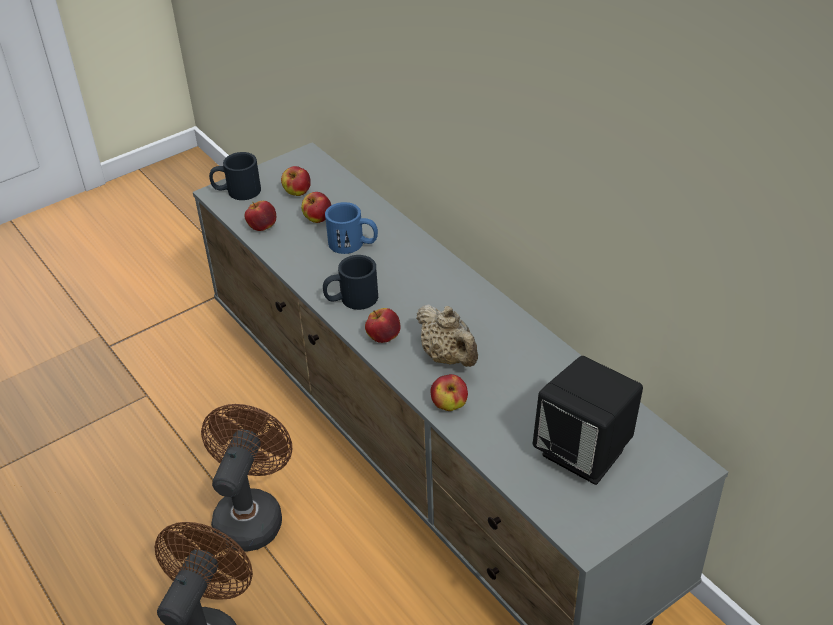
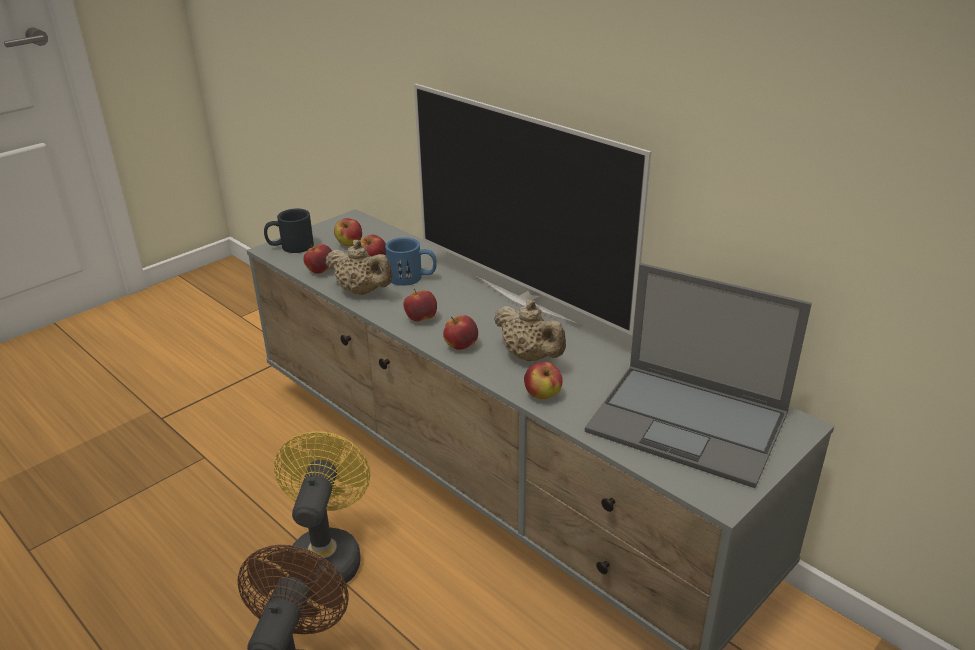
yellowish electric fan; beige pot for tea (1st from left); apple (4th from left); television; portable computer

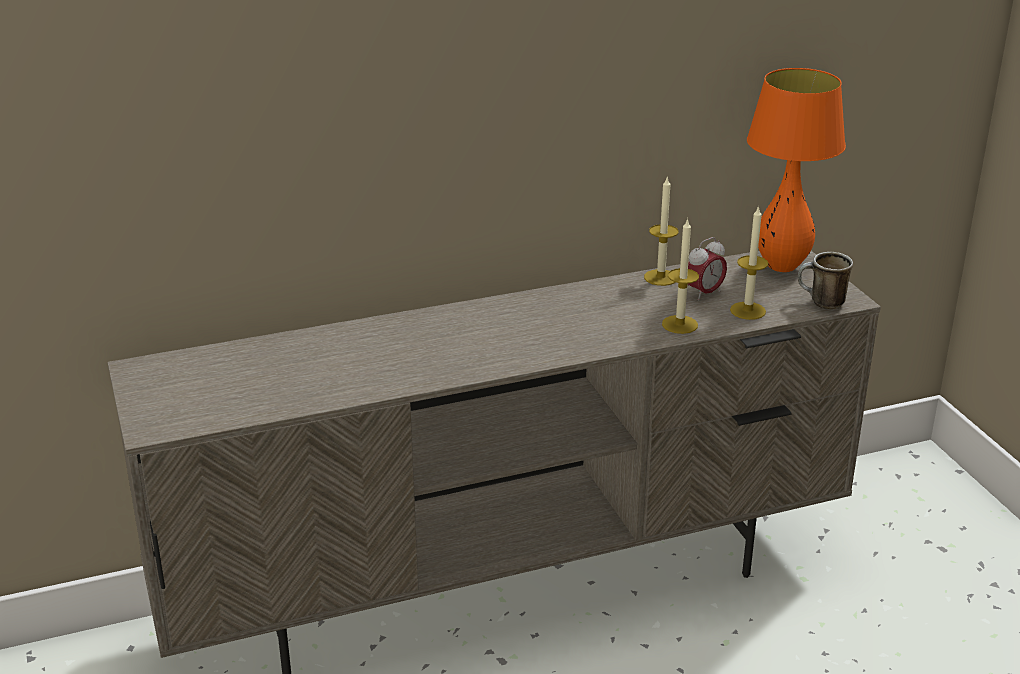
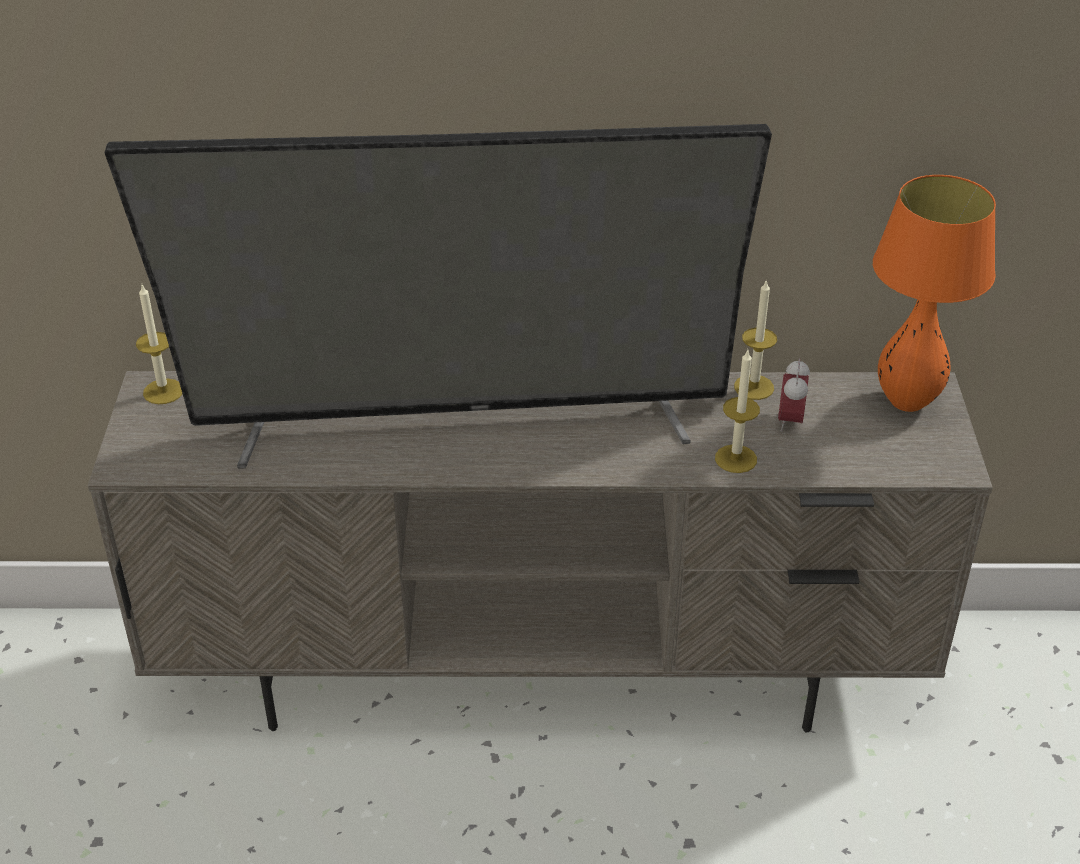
television; wax candle (1st from left); alarm clock; tea mug

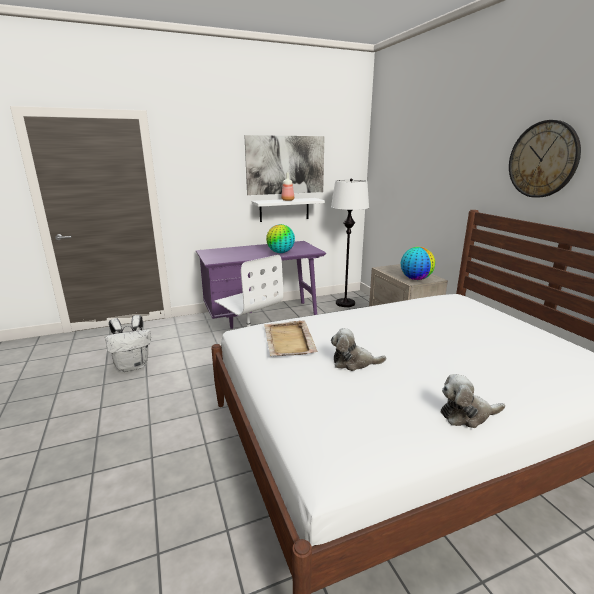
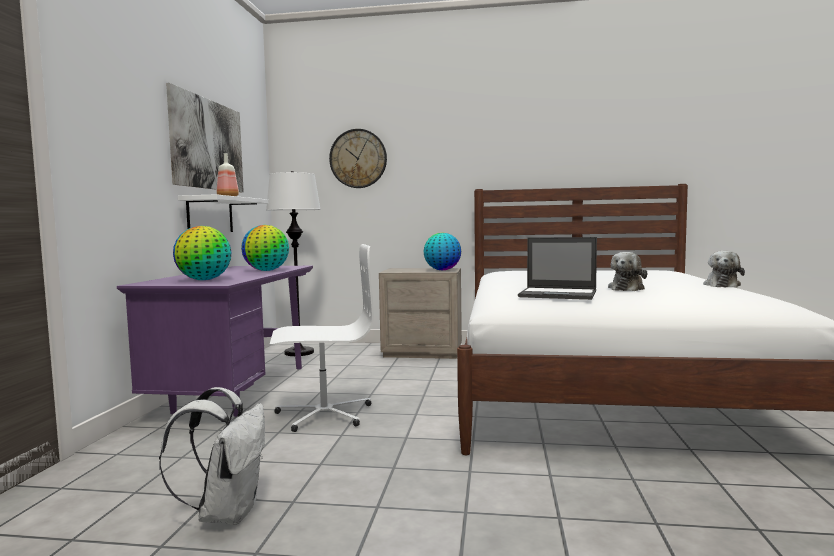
globe (1st from left); wall clock; portable computer

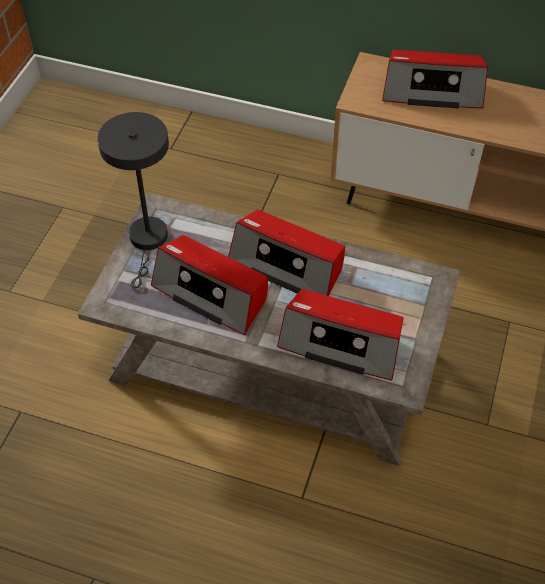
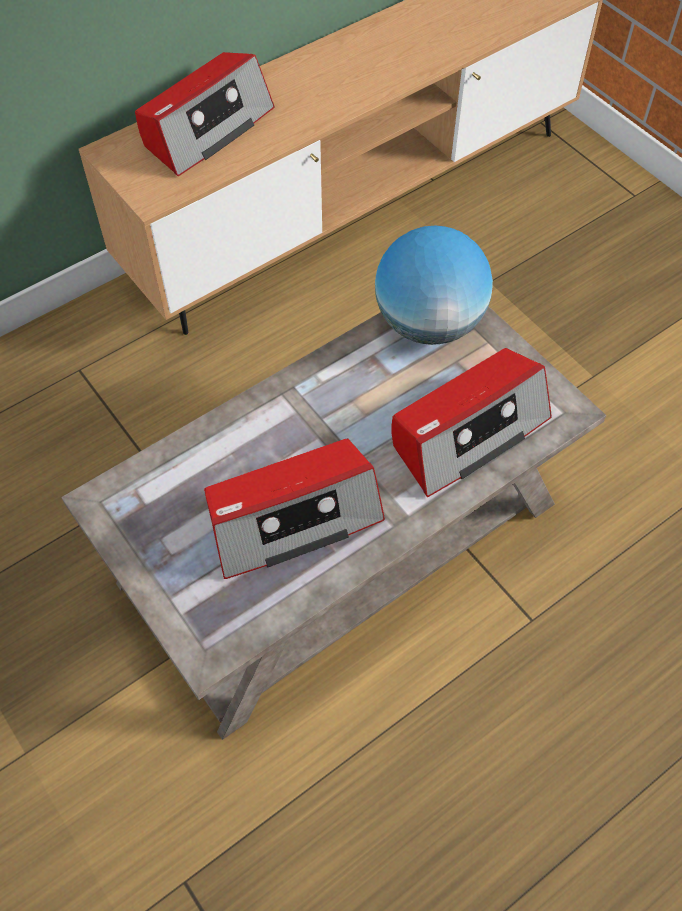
globe; greyish tabletop lamp; radio (2nd from left in the first image)

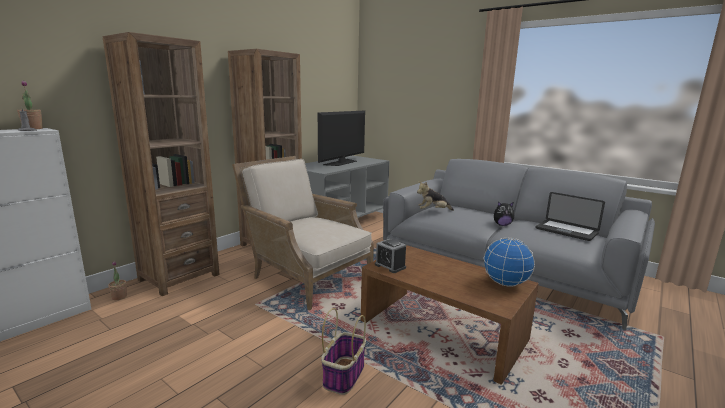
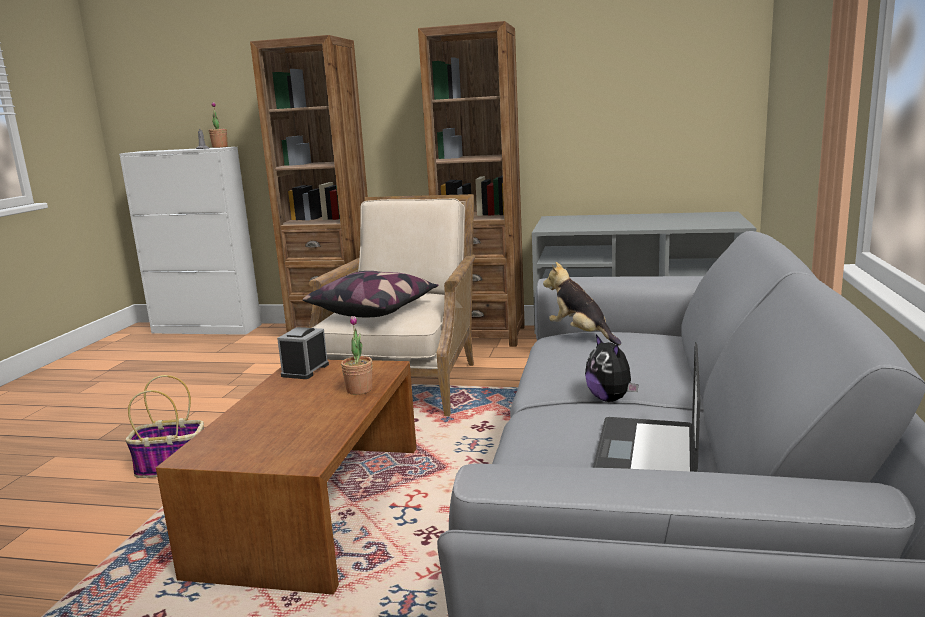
pillow; houseplant (2nd from left); television; globe

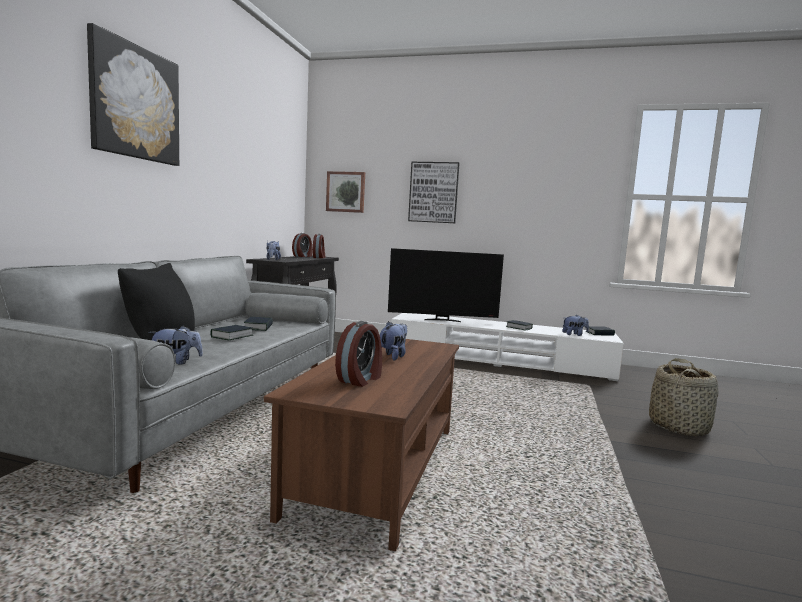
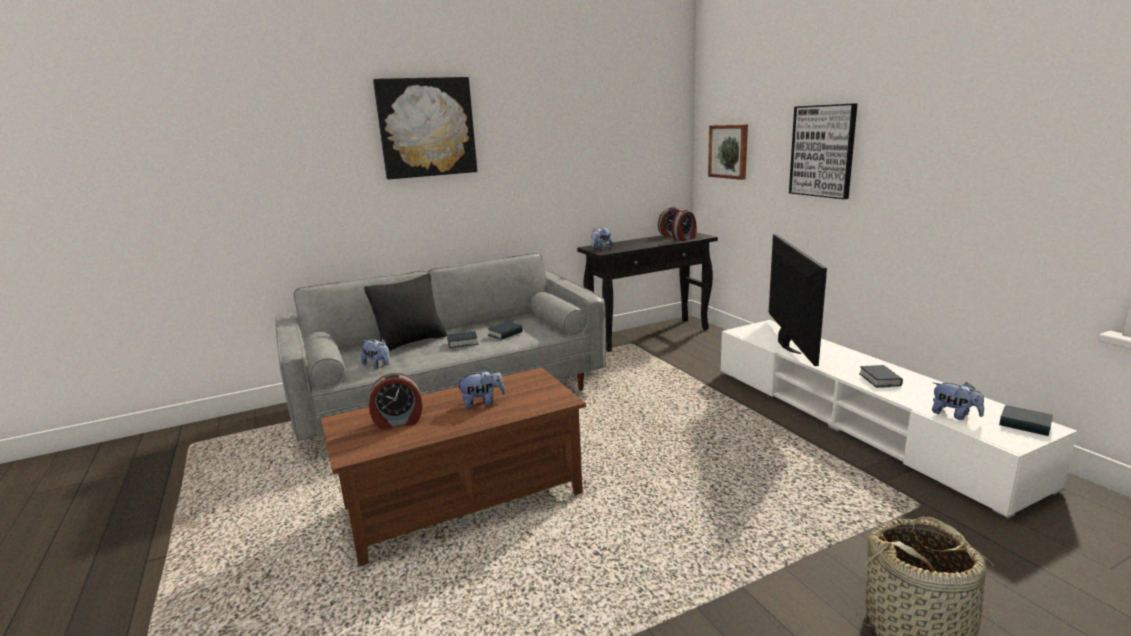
television

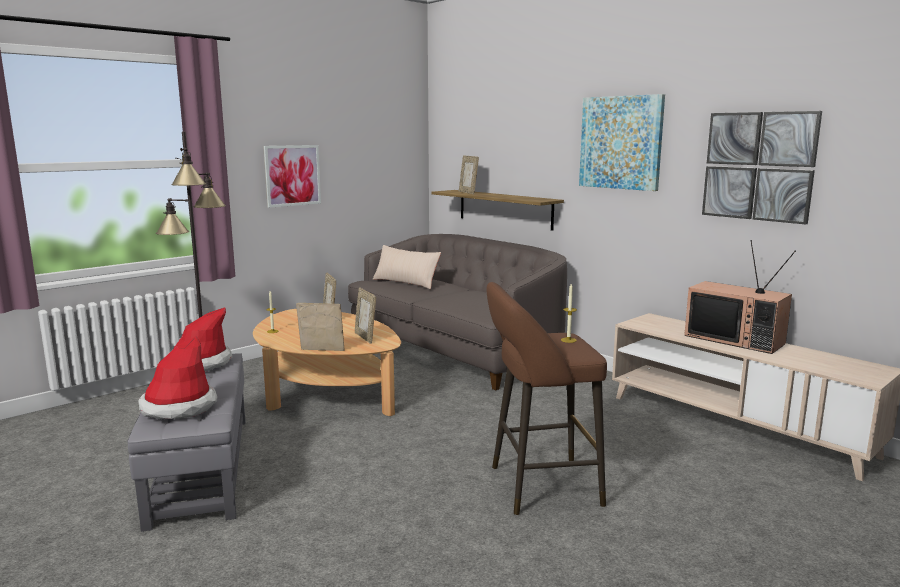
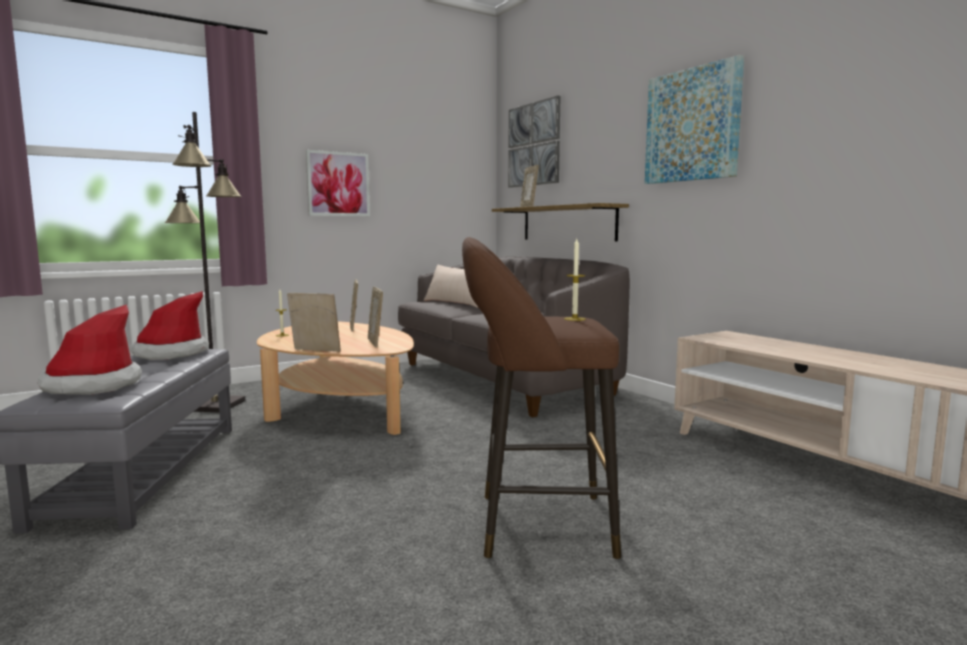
wall art (2nd from left); television

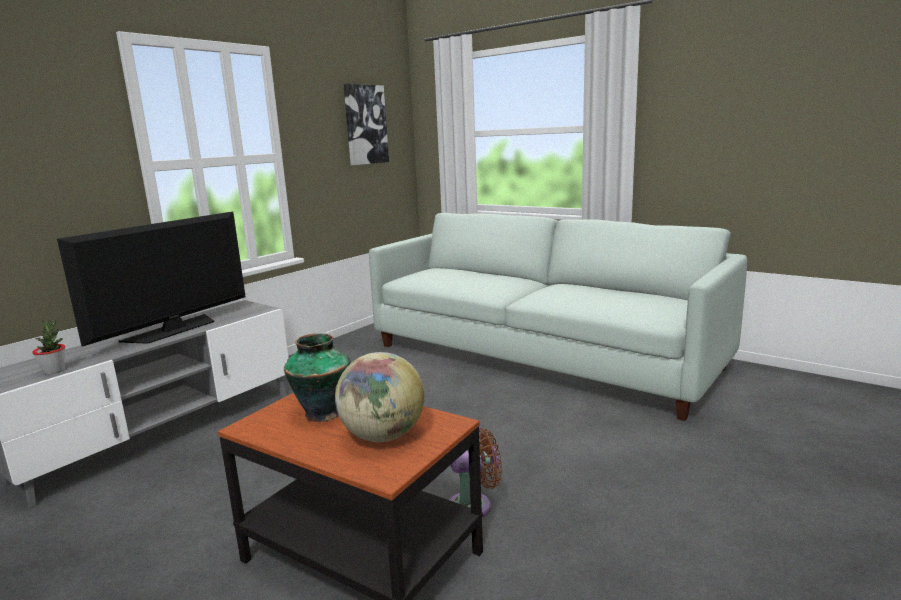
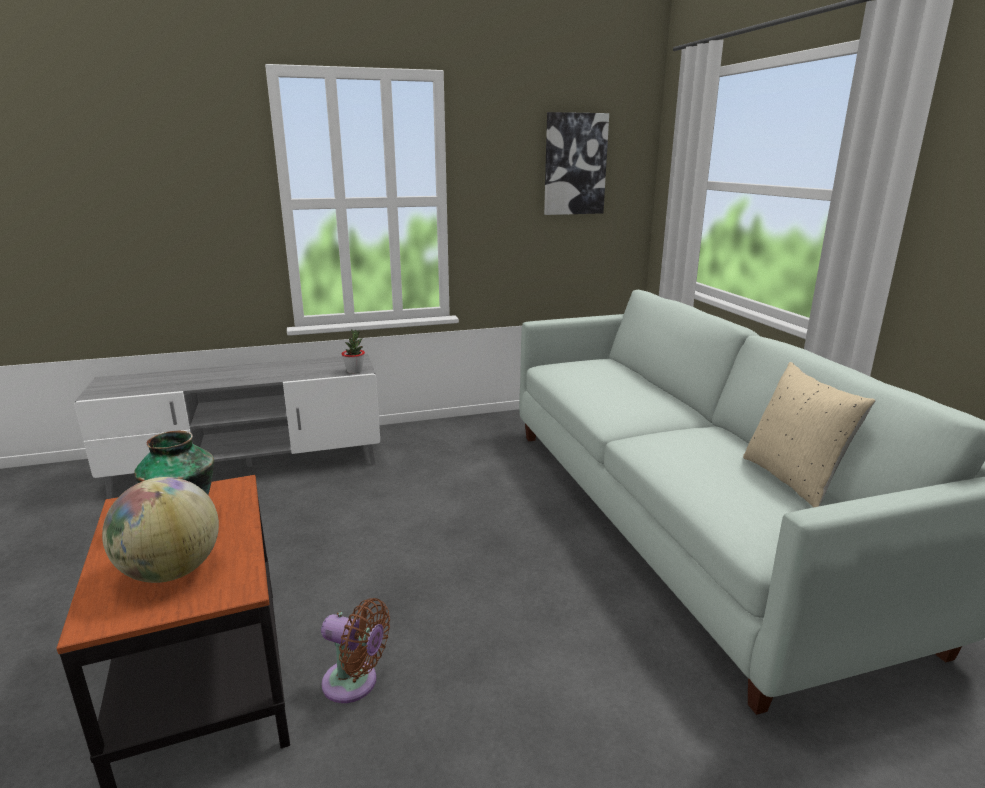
houseplant; beige pillow; television

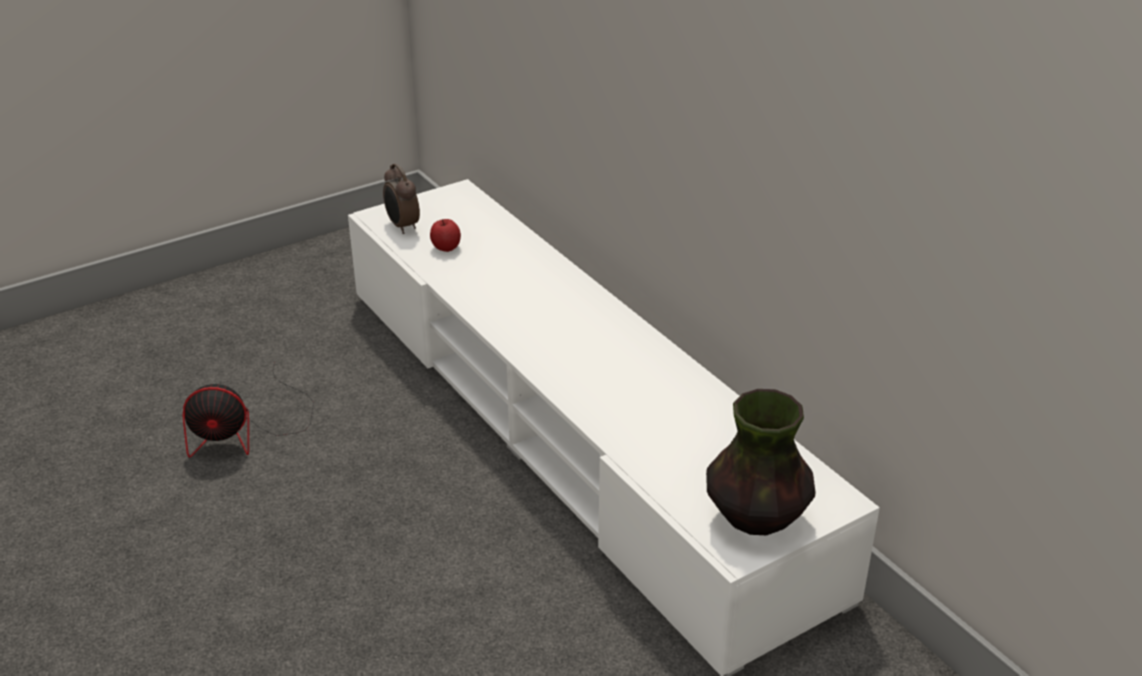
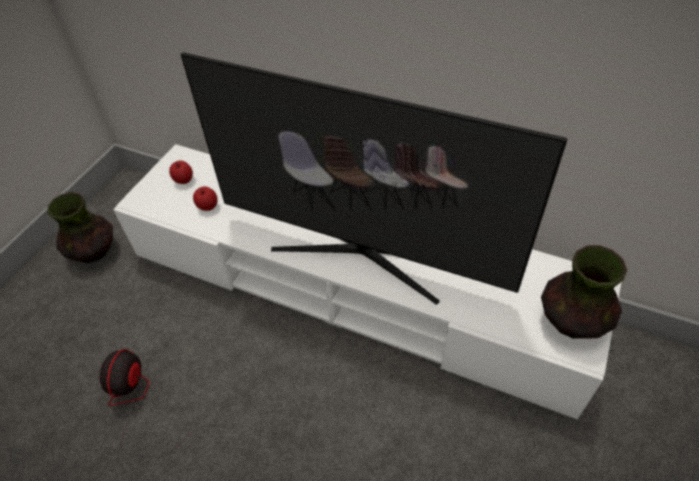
flower vase (1st from left); electric fan; apple (1st from left); television; alarm clock

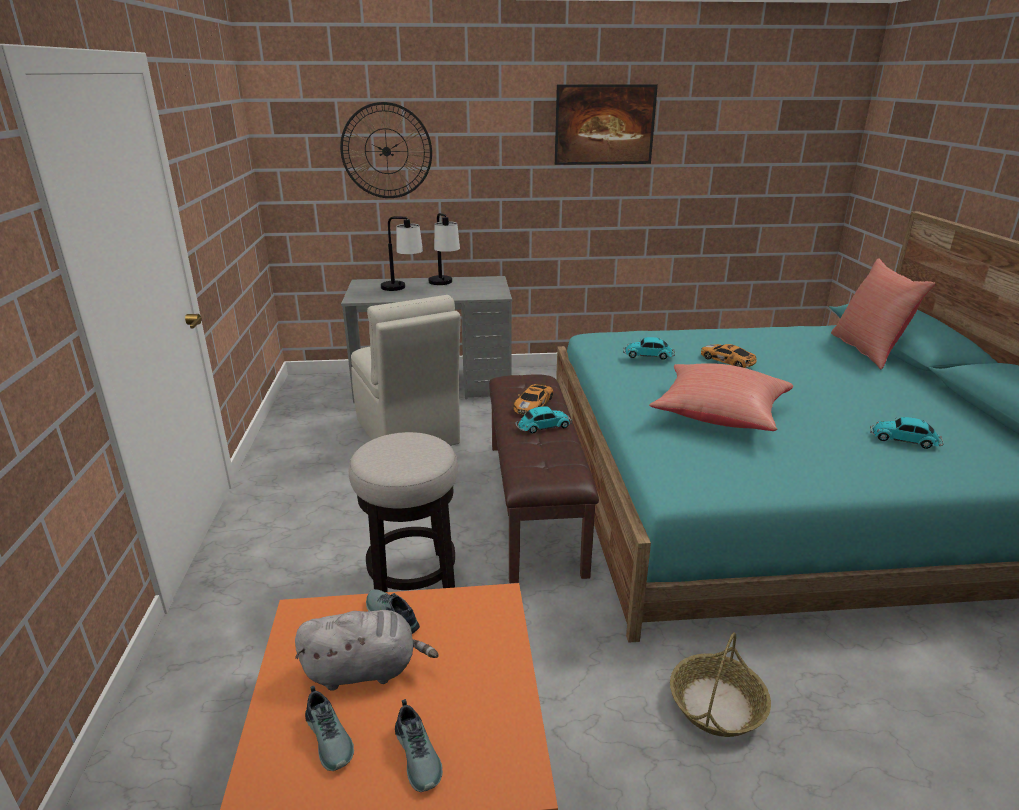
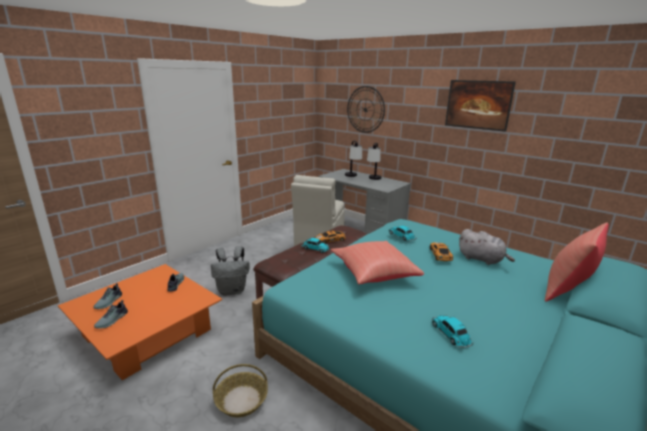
greyish rucksack; greyish soft toy

